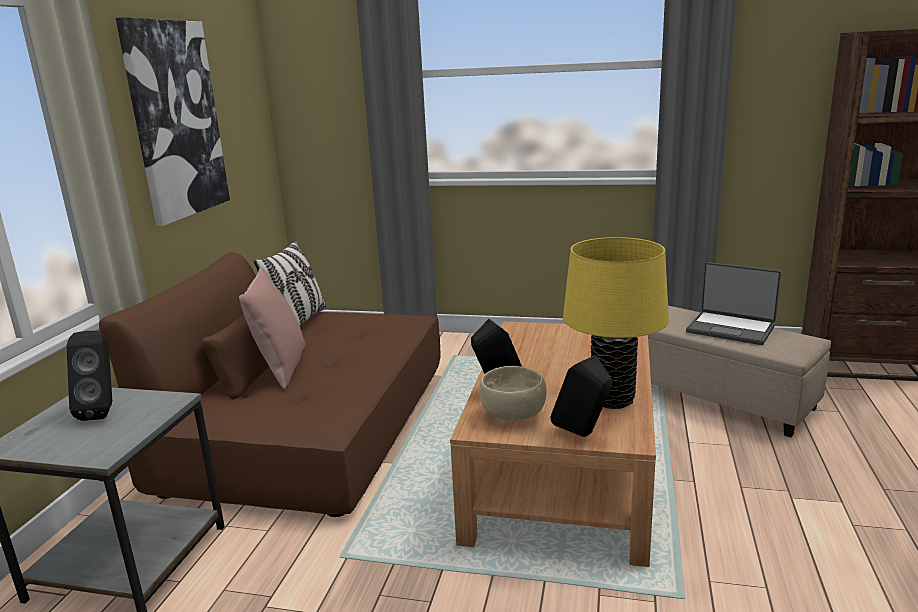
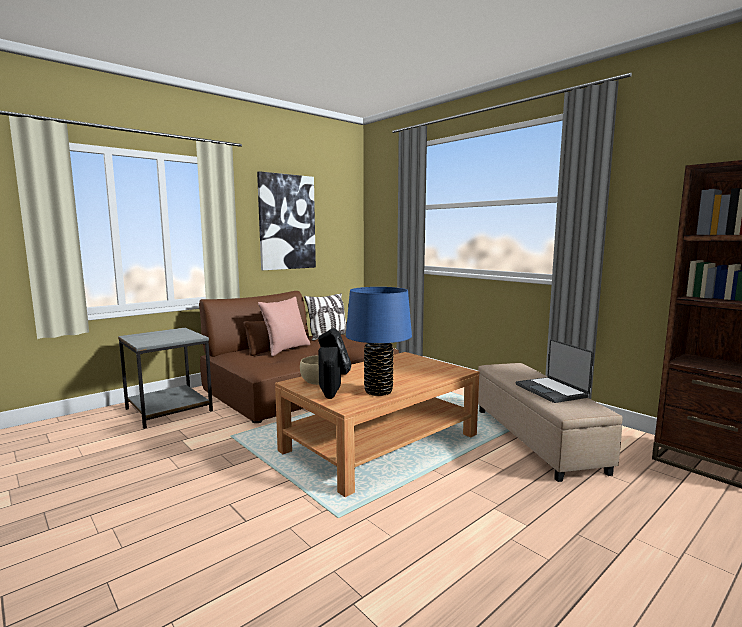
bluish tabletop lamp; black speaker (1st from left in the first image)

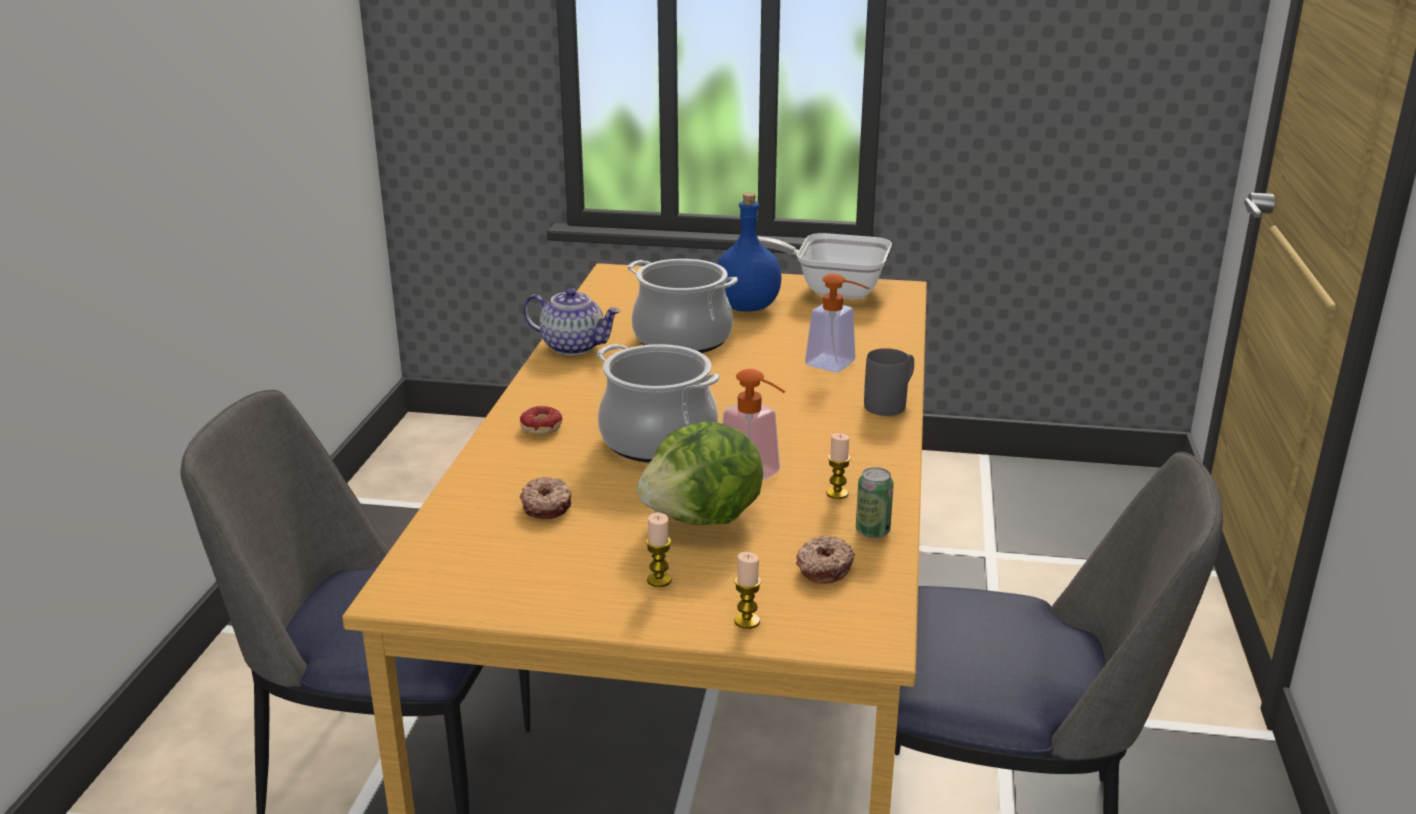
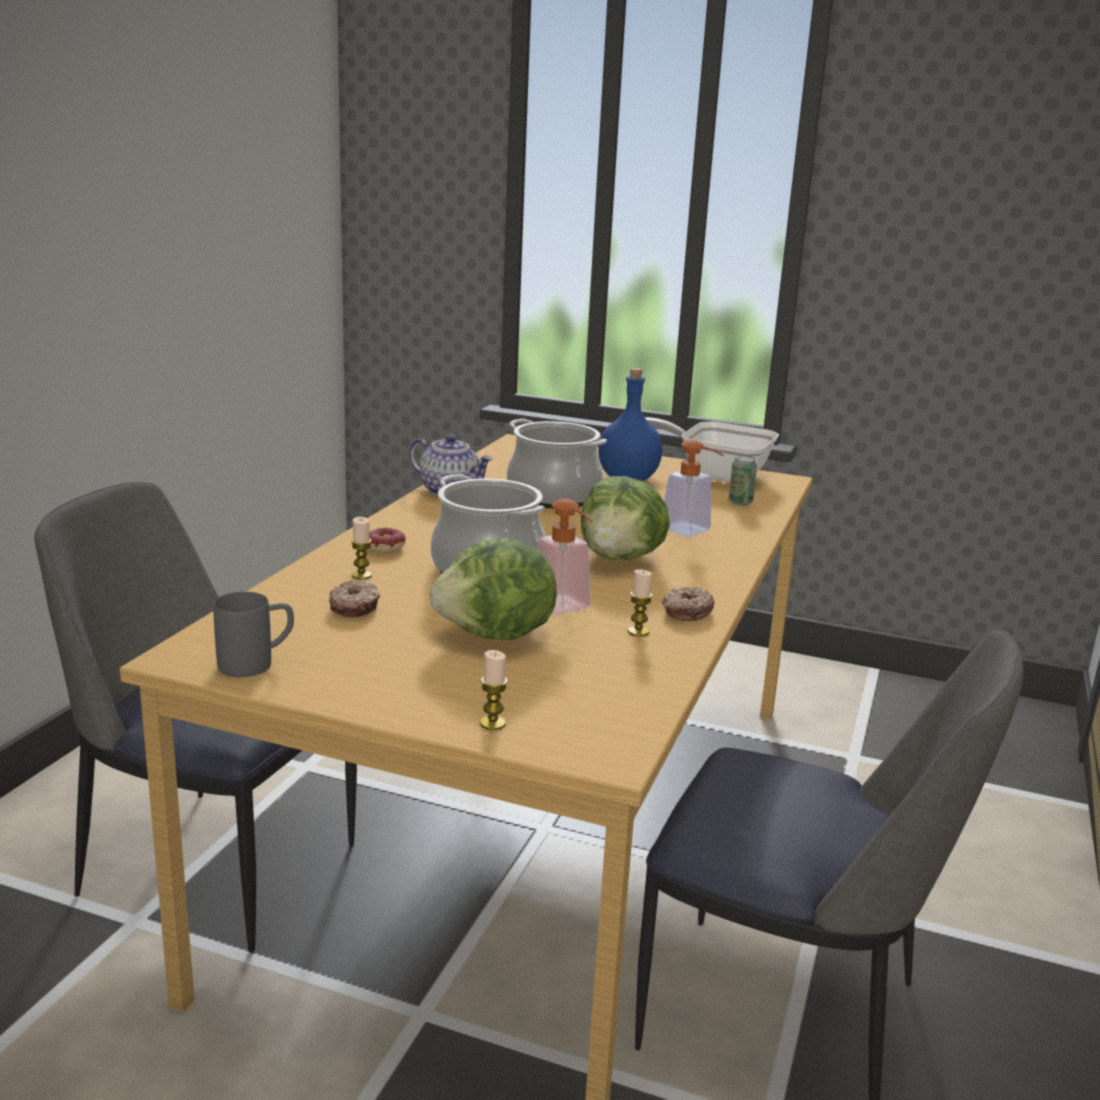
greyish tea mug; wax candle (1st from left); lettuce (2nd from left); ring doughnut (3rd from left); metal can

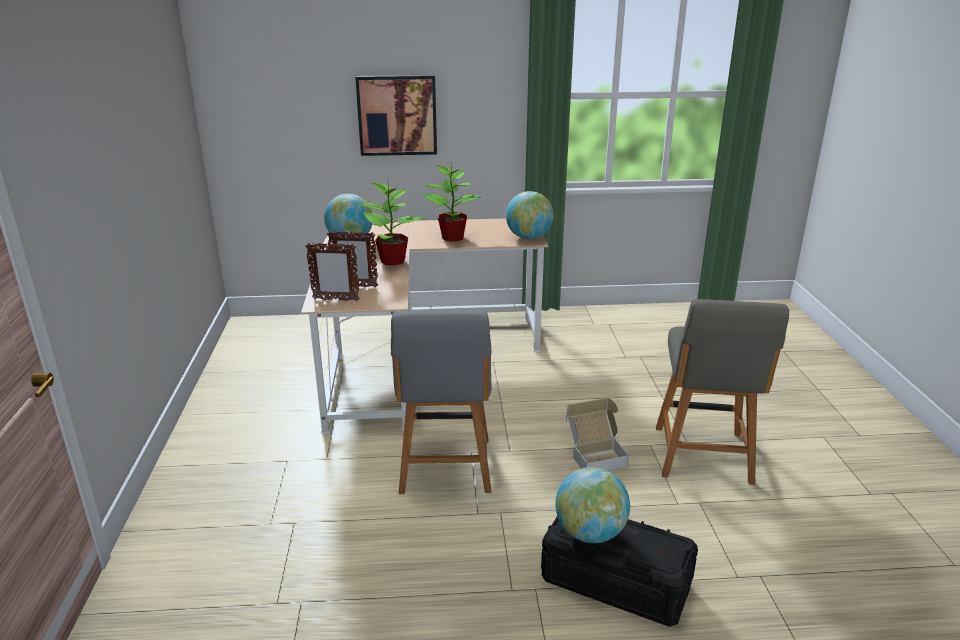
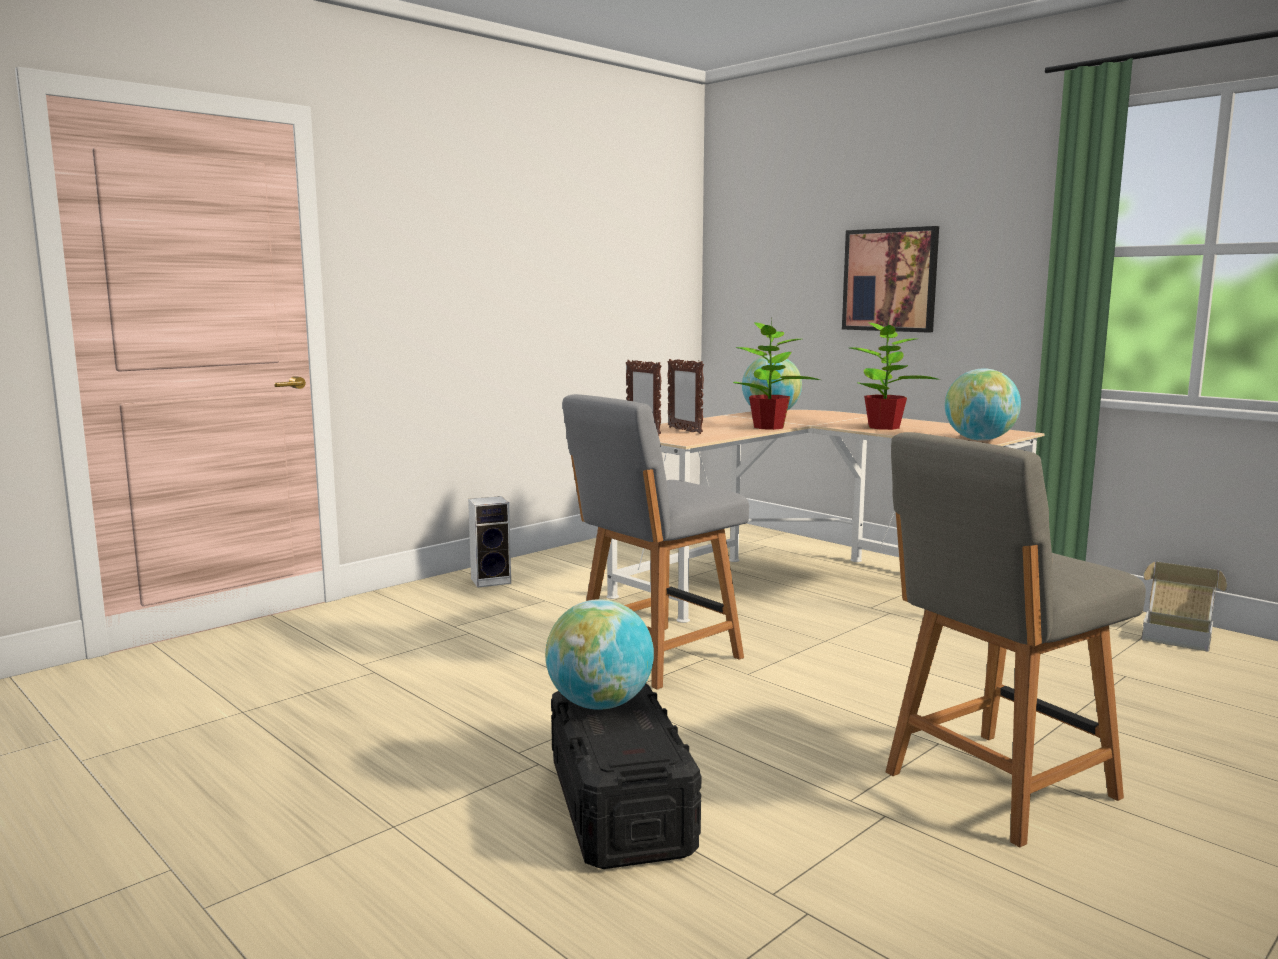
speaker; carton

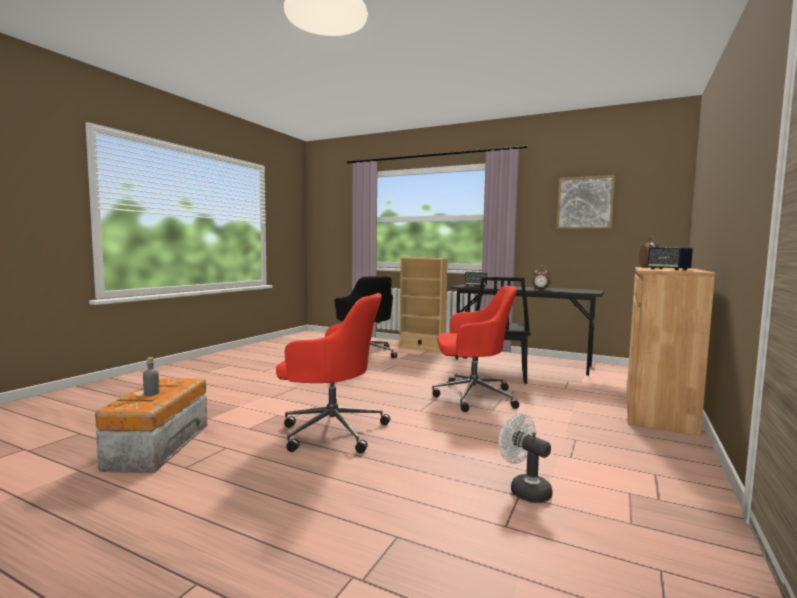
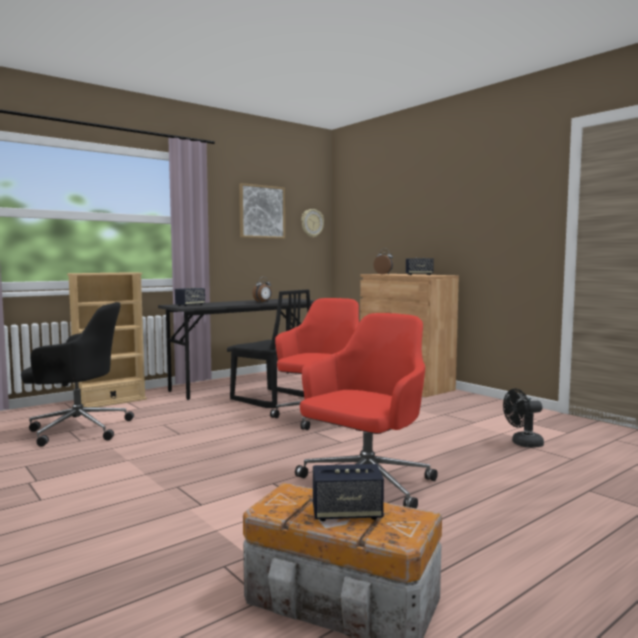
wall clock; speaker (2nd from left); black electric fan

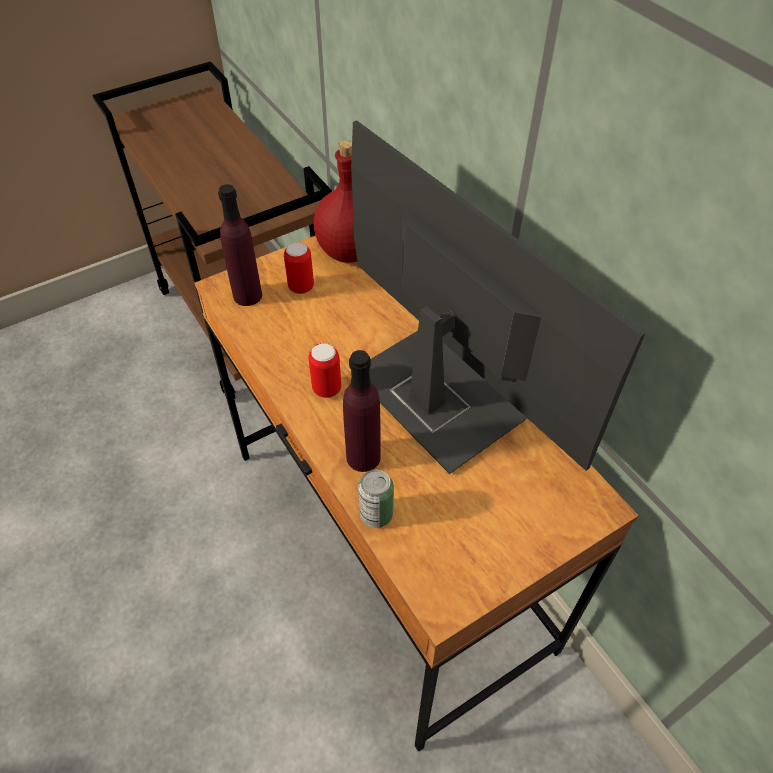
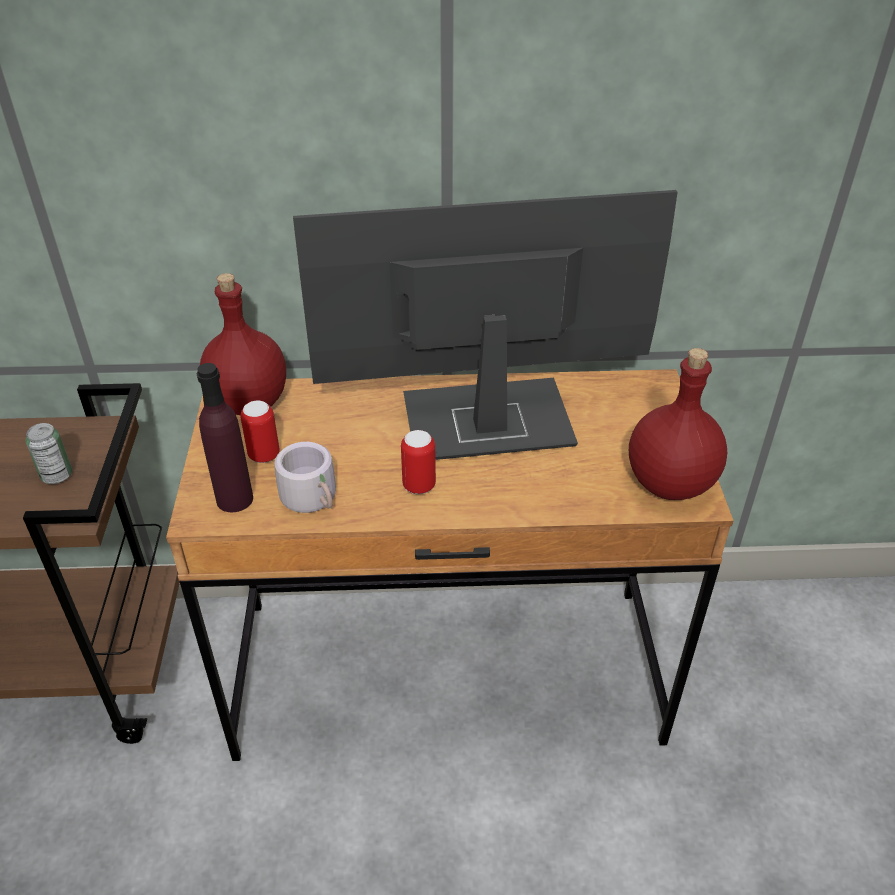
metal can (1st from left); greyish tea mug; reddish beverage bottle (2nd from left); purplish beverage bottle (2nd from left in the first image)

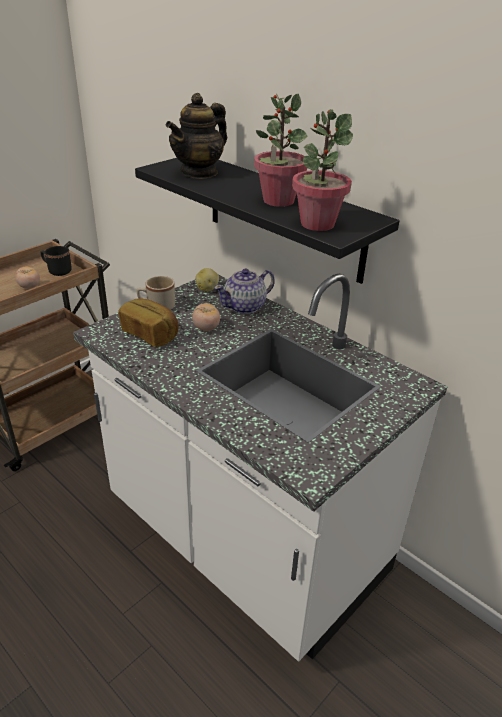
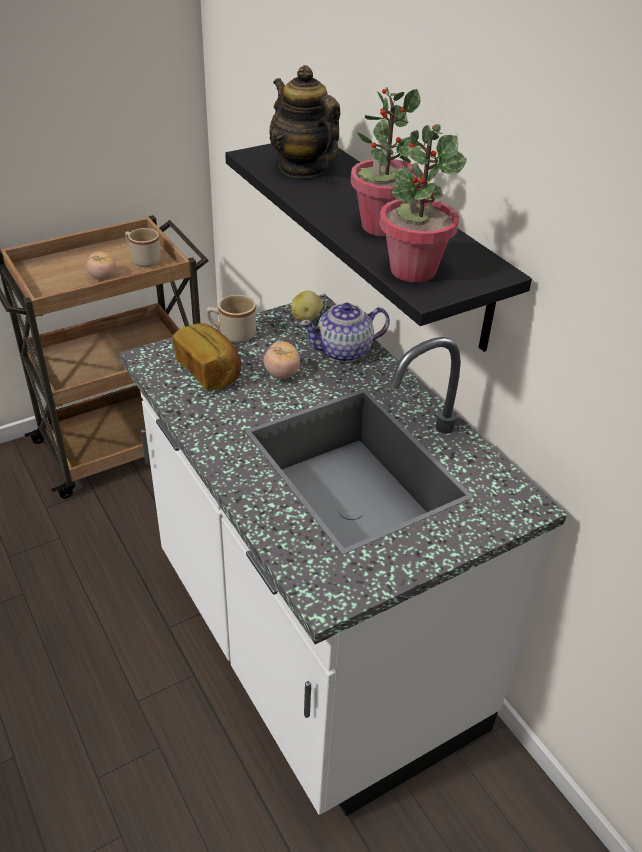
beige tea mug (1st from left); pot for tea (1st from left)

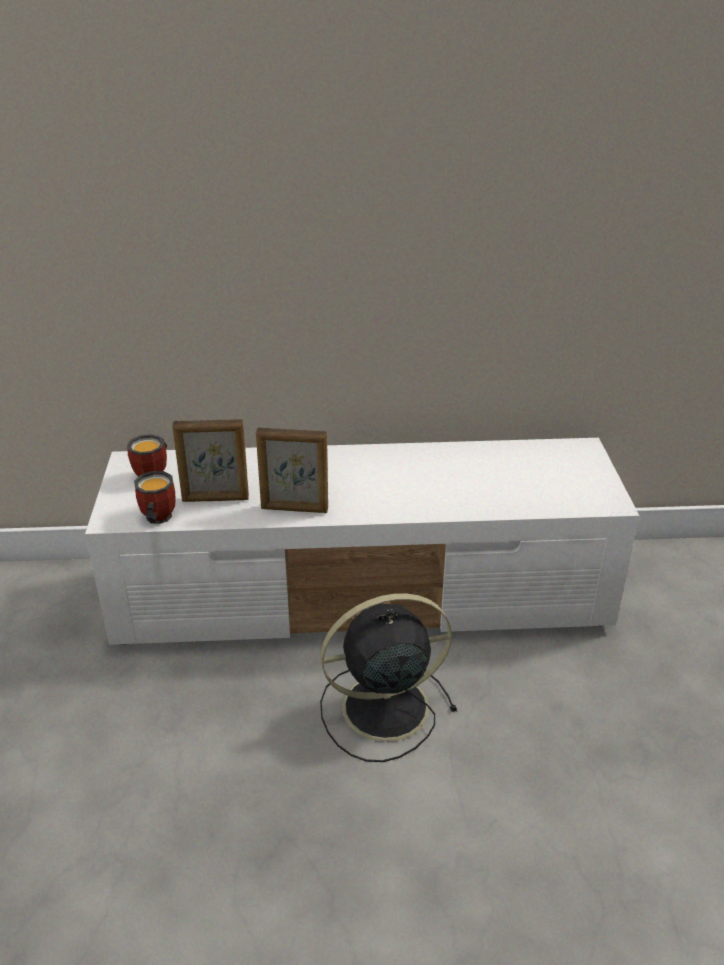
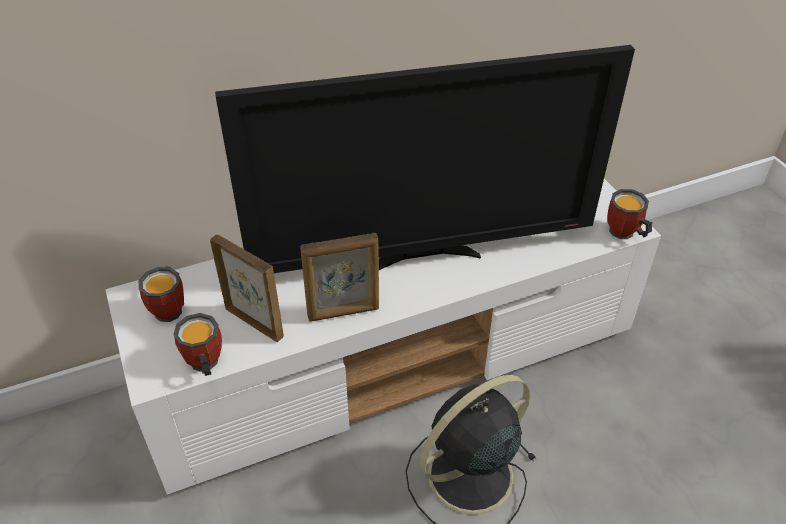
standing frame (1st from left); television; tea mug (3rd from left)

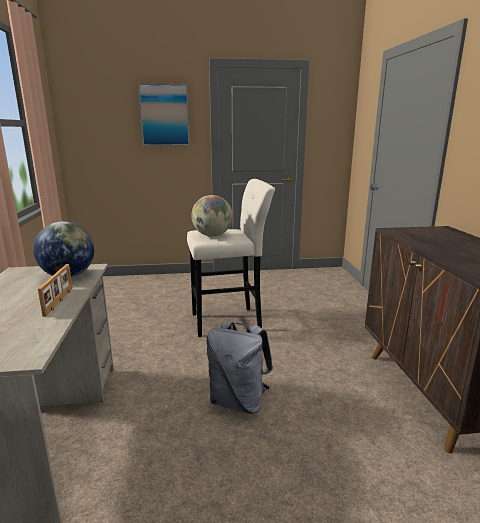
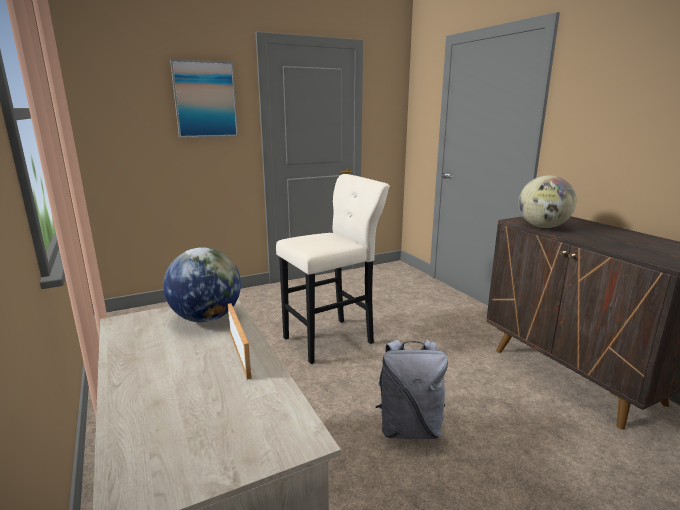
globe (2nd from left)

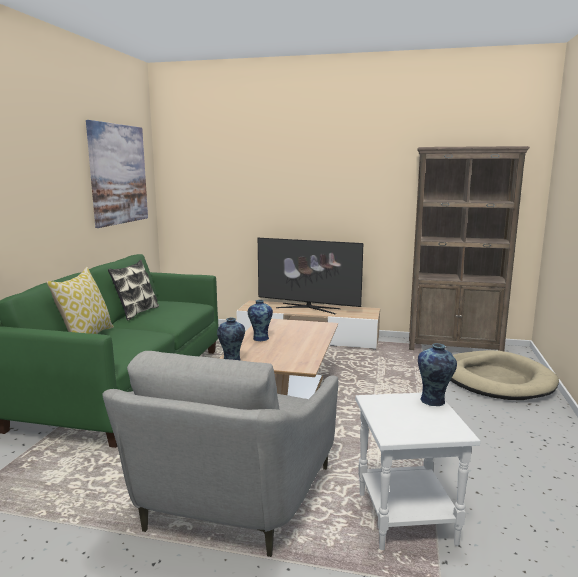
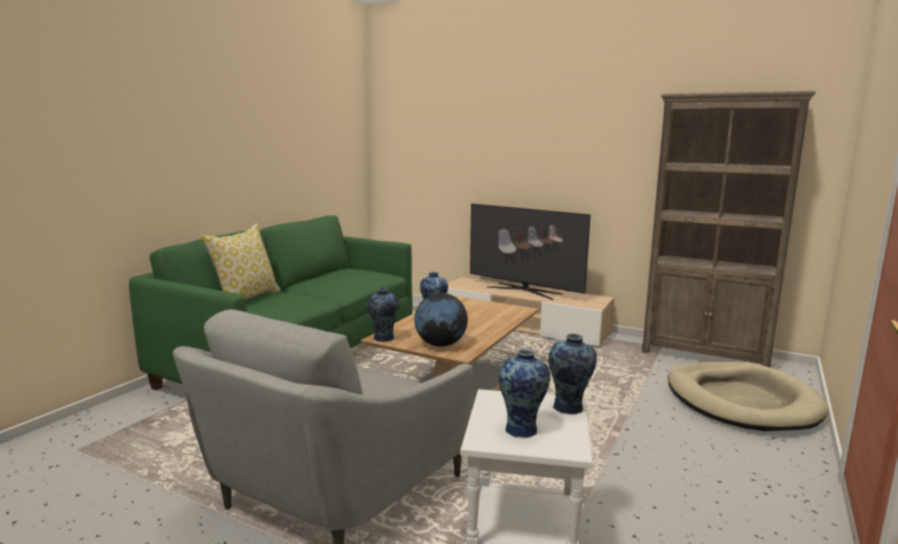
globe; flower vase (3rd from left); wall art; pillow (2nd from left in the first image)

